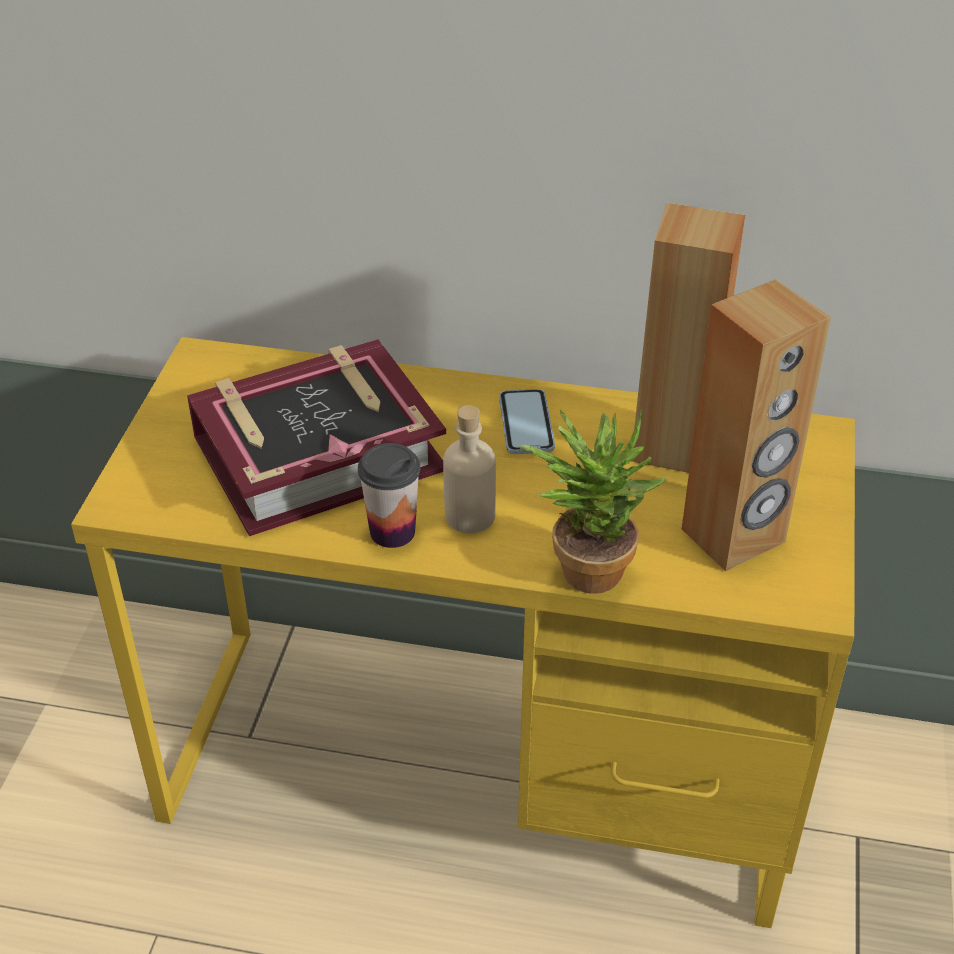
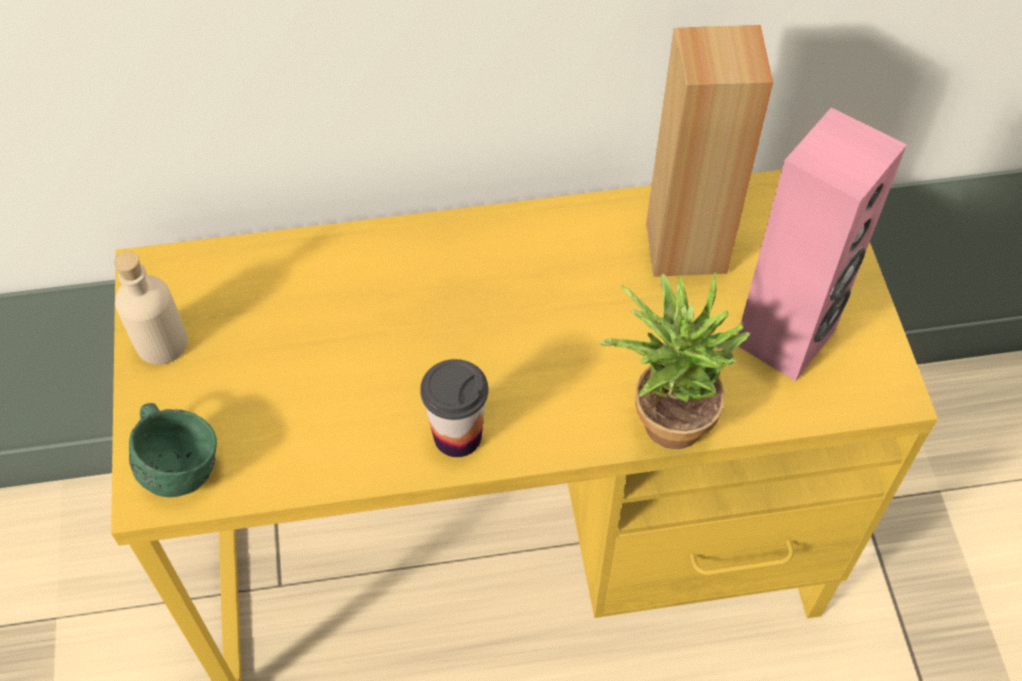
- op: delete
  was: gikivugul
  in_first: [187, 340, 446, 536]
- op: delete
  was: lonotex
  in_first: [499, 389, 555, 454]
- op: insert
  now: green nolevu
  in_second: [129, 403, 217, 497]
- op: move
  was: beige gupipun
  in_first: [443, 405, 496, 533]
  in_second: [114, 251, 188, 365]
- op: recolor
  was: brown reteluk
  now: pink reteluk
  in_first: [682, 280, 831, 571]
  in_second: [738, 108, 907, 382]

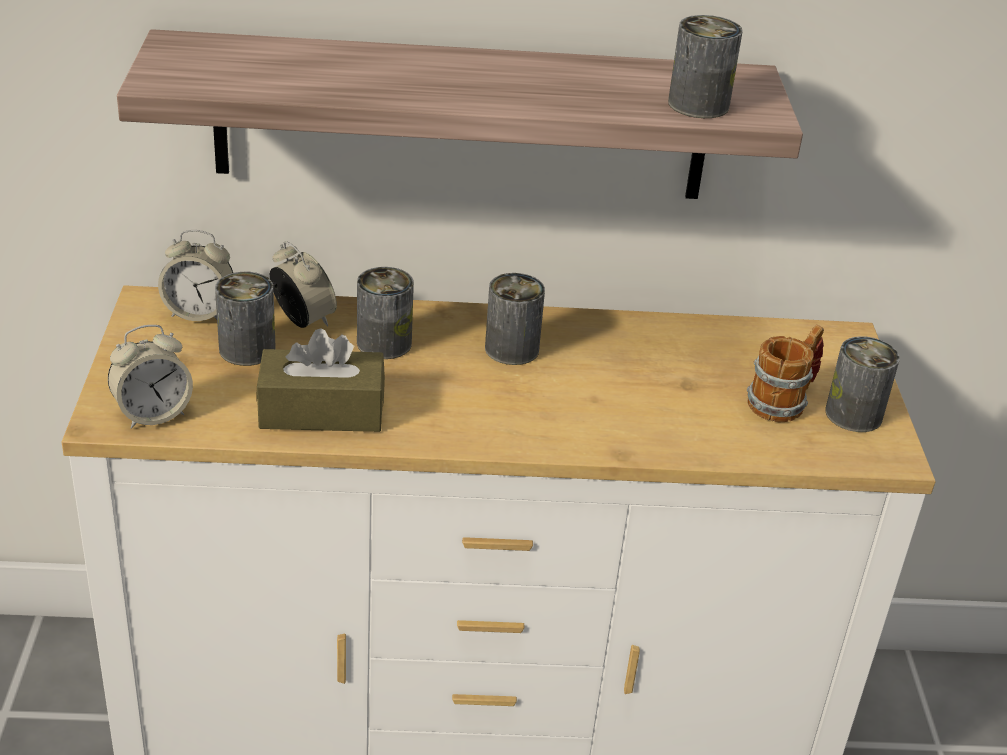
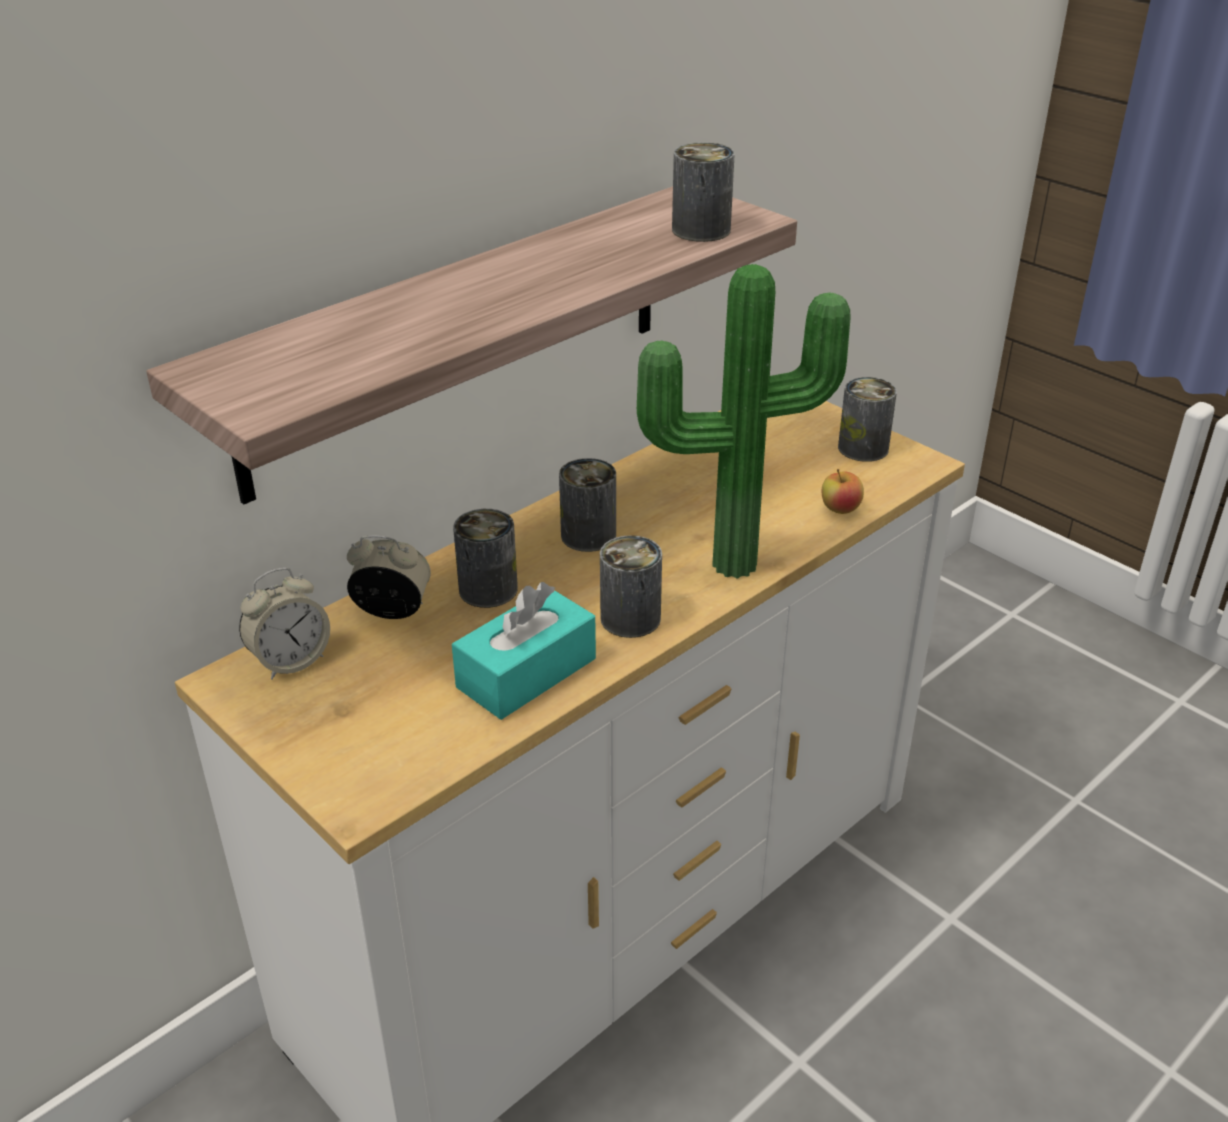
- op: delete
  was: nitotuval
  in_first: [108, 325, 193, 429]
- op: delete
  was: nolevu
  in_first: [747, 325, 824, 422]
- op: insert
  now: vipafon
  in_second: [637, 264, 850, 578]
- op: insert
  now: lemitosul
  in_second: [822, 469, 864, 514]
- op: move
  was: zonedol
  in_first: [215, 272, 276, 366]
  in_second: [600, 535, 662, 638]
- op: recolor
  was: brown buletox
  now: turquoise buletox
  in_first: [256, 328, 385, 432]
  in_second: [452, 582, 596, 720]

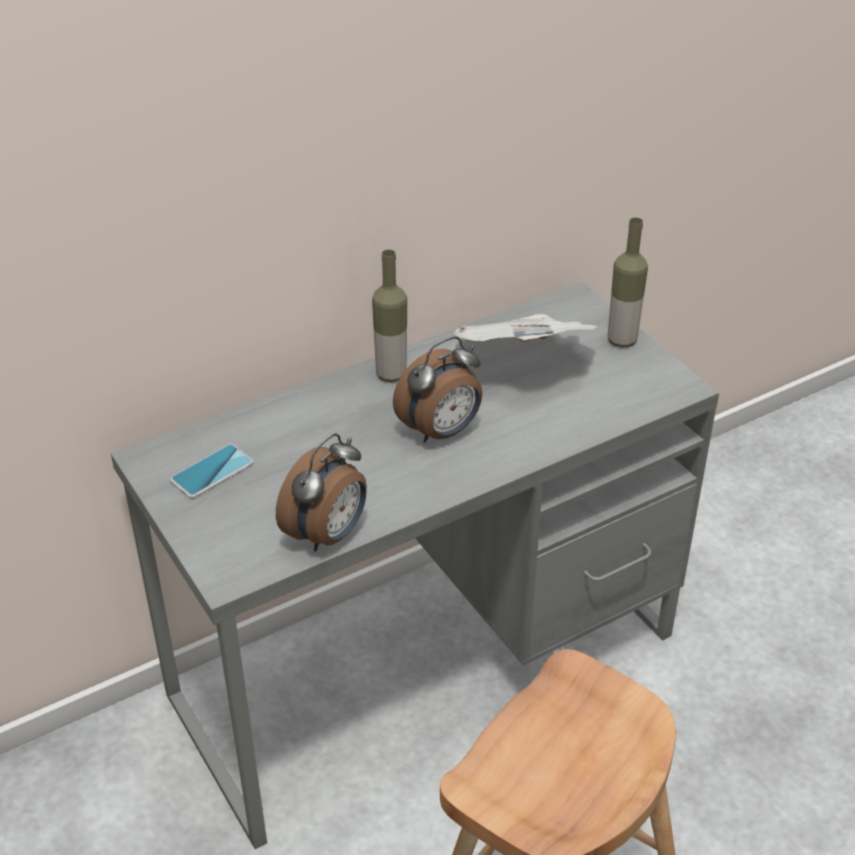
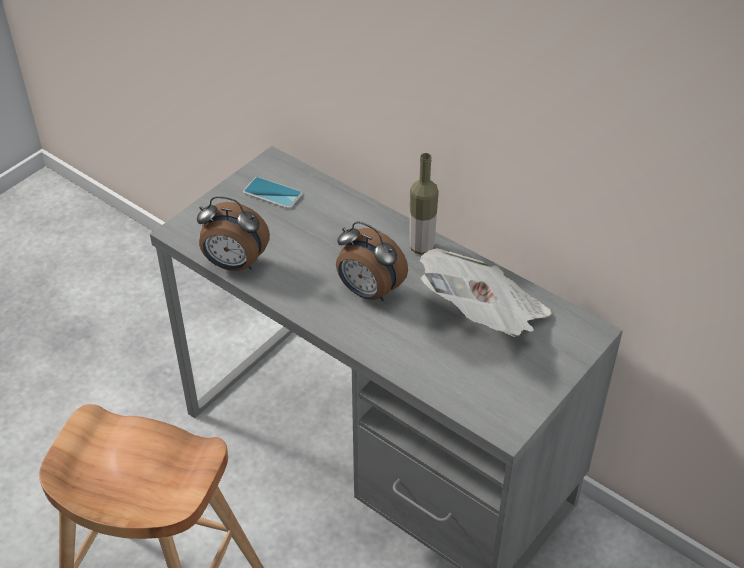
- op: delete
  was: gupipun
  in_first: [608, 217, 648, 348]

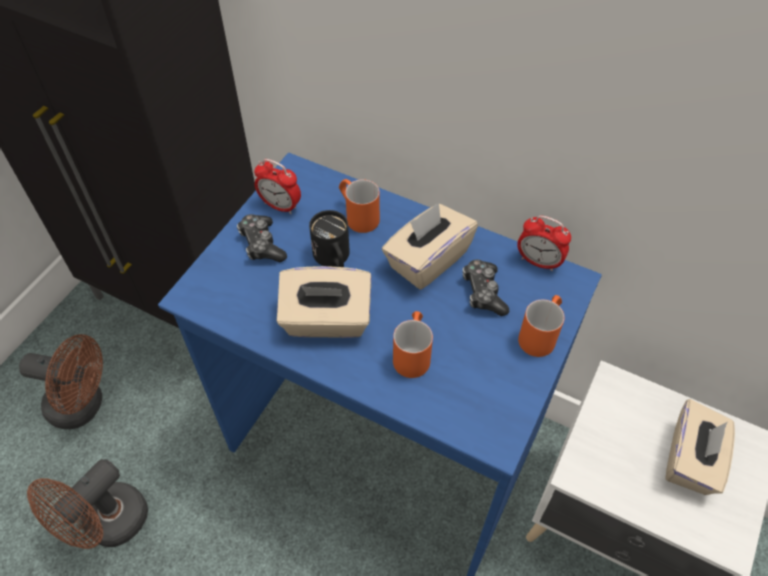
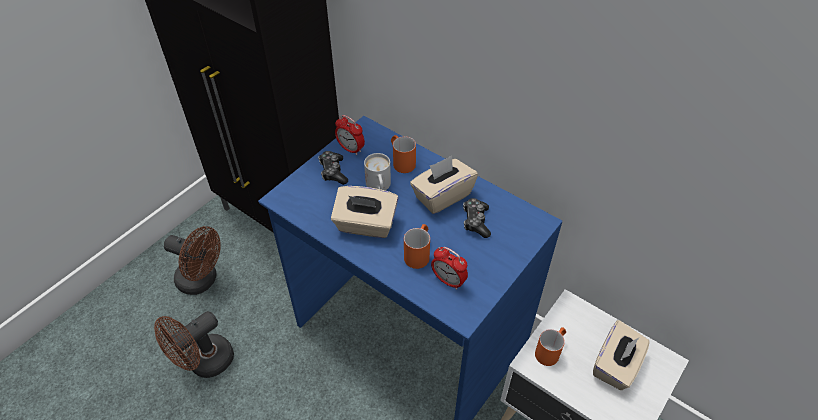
- op: move
  was: nitotuval
  in_first: [517, 215, 571, 271]
  in_second: [431, 247, 468, 290]
- op: move
  was: orange nolevu
  in_first: [518, 295, 565, 357]
  in_second: [535, 327, 566, 366]
- op: recolor
  was: black nolevu
  now: white nolevu
  in_first: [309, 210, 350, 267]
  in_second: [364, 153, 391, 190]

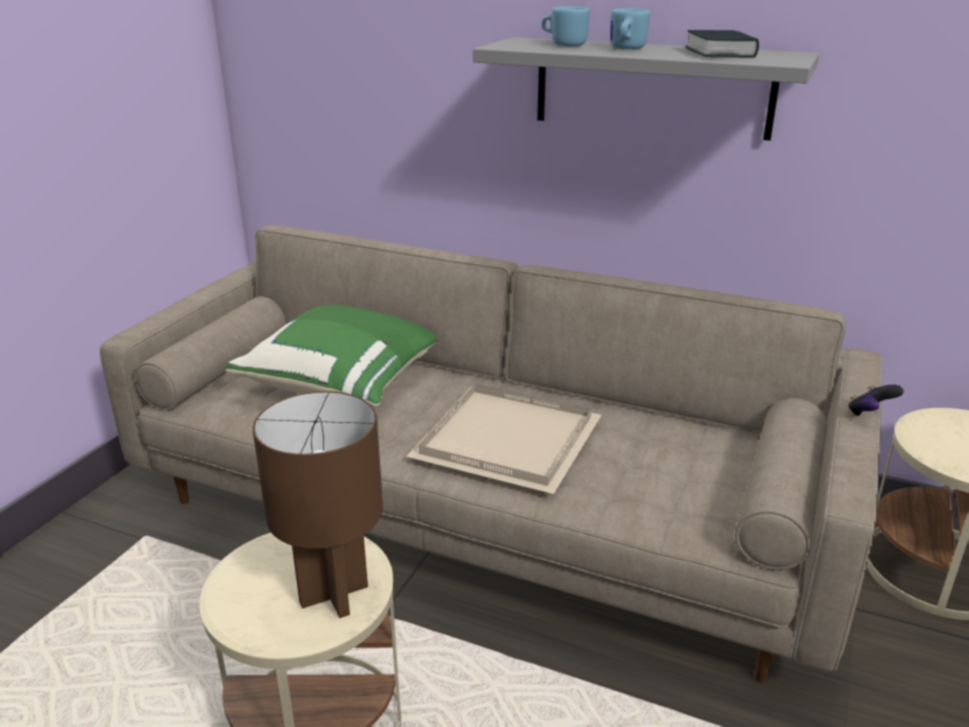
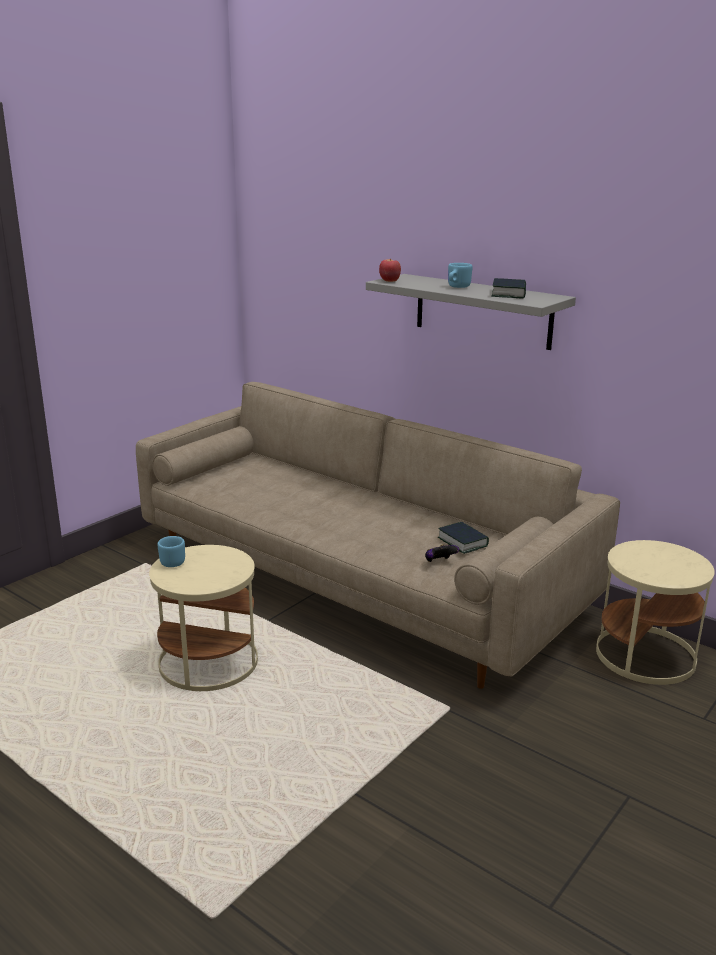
- op: delete
  was: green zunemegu
  in_first: [225, 305, 437, 407]
- op: delete
  was: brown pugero
  in_first: [253, 391, 383, 618]
- op: delete
  was: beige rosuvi
  in_first: [406, 384, 602, 494]
- op: insert
  now: lemitosul
  in_second: [379, 259, 401, 282]
- op: insert
  now: gikivugul
  in_second: [438, 522, 489, 554]
- op: move
  was: blue nolevu
  in_first: [542, 7, 590, 46]
  in_second: [157, 536, 185, 567]
- op: move
  was: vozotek
  in_first: [848, 385, 904, 416]
  in_second: [425, 544, 459, 562]

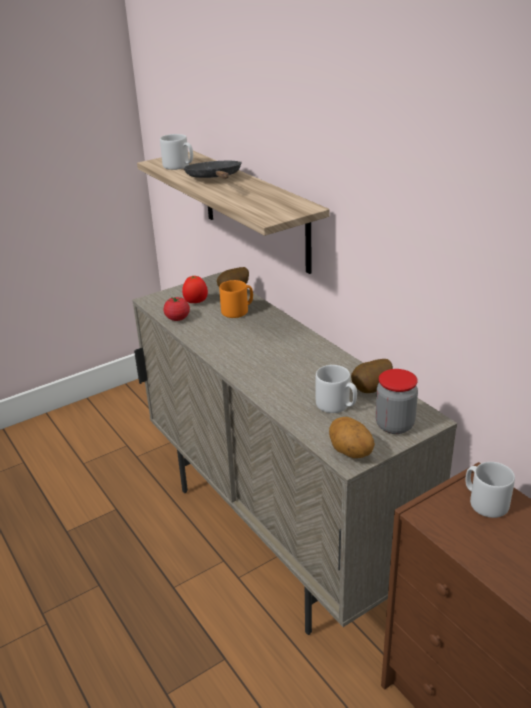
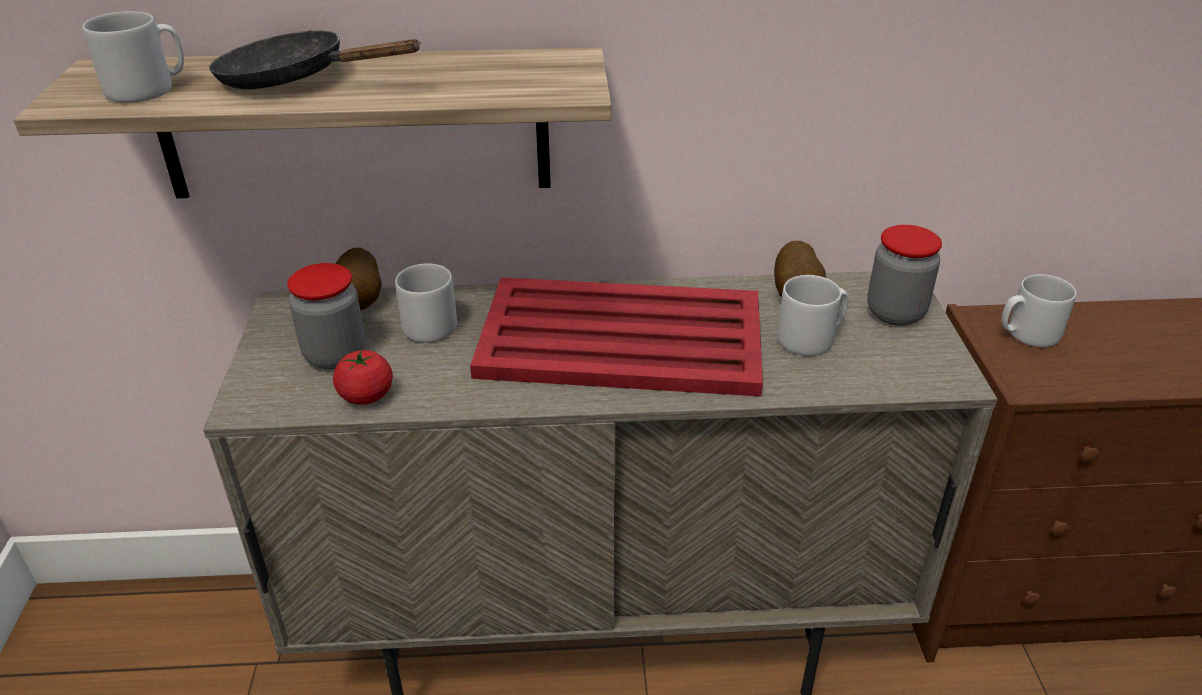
- op: delete
  was: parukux
  in_first: [329, 417, 375, 458]
- op: insert
  now: red rosuvi
  in_second: [470, 277, 763, 397]
- op: replace
  was: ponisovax
  now: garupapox
  in_first: [182, 275, 208, 303]
  in_second: [287, 263, 365, 370]
- op: recolor
  was: orange nolevu
  now: grey nolevu
  in_first: [219, 280, 253, 318]
  in_second: [395, 263, 457, 343]

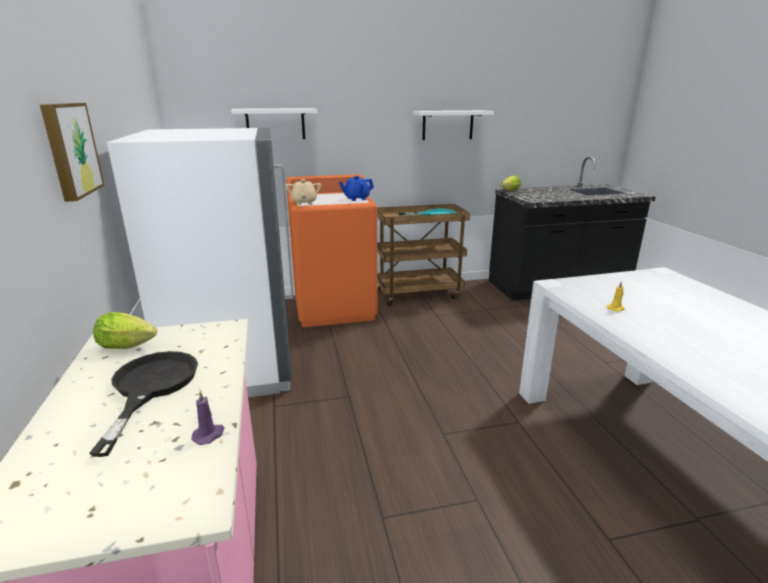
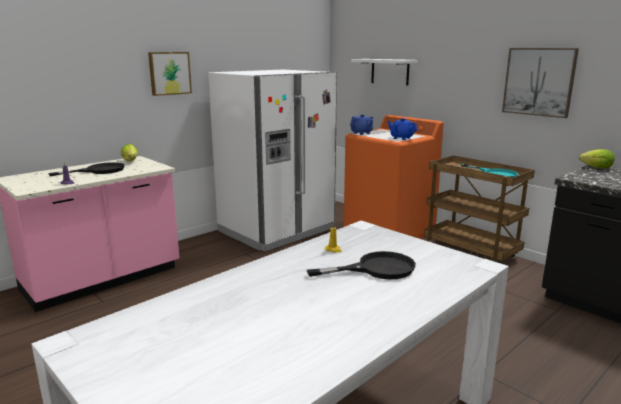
- op: insert
  now: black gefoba
  in_second: [307, 251, 416, 279]
- op: replace
  was: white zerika
  now: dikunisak
  in_first: [413, 110, 494, 140]
  in_second: [502, 48, 579, 118]
- op: recolor
  was: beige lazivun
  now: blue lazivun
  in_first: [285, 179, 321, 205]
  in_second: [350, 114, 373, 135]

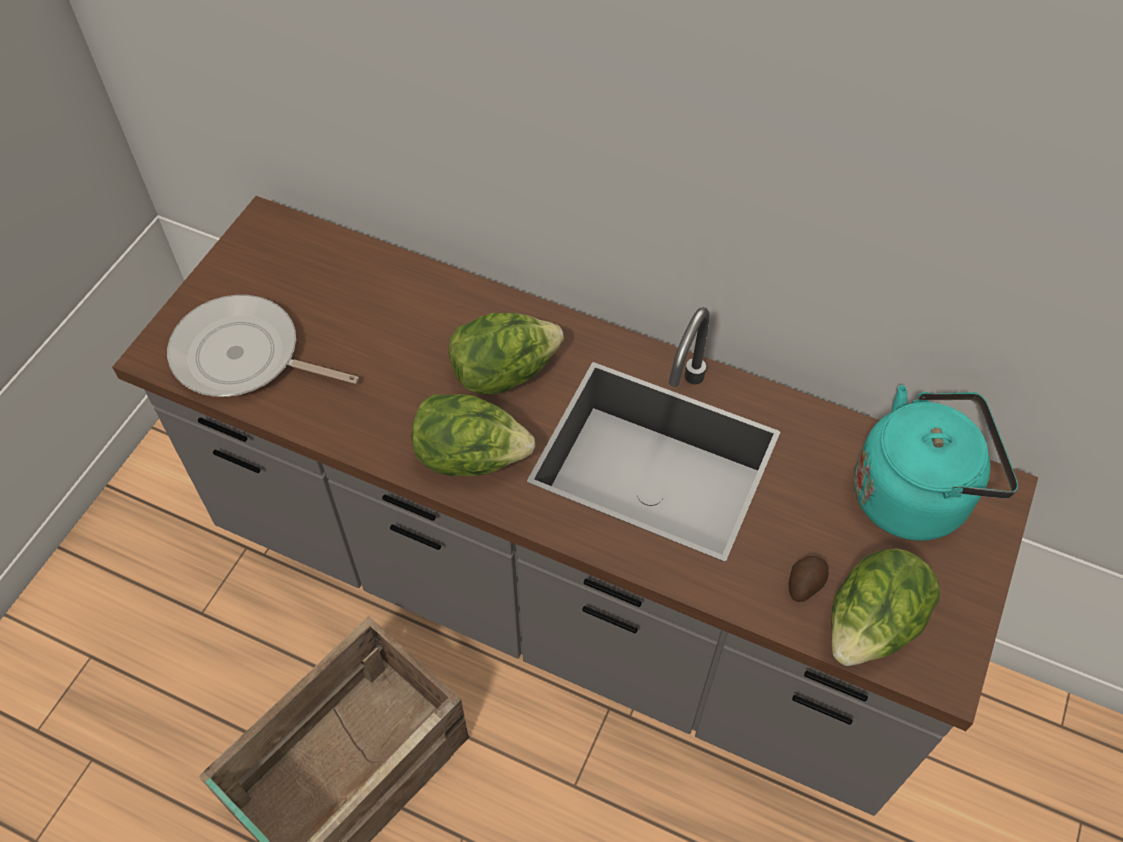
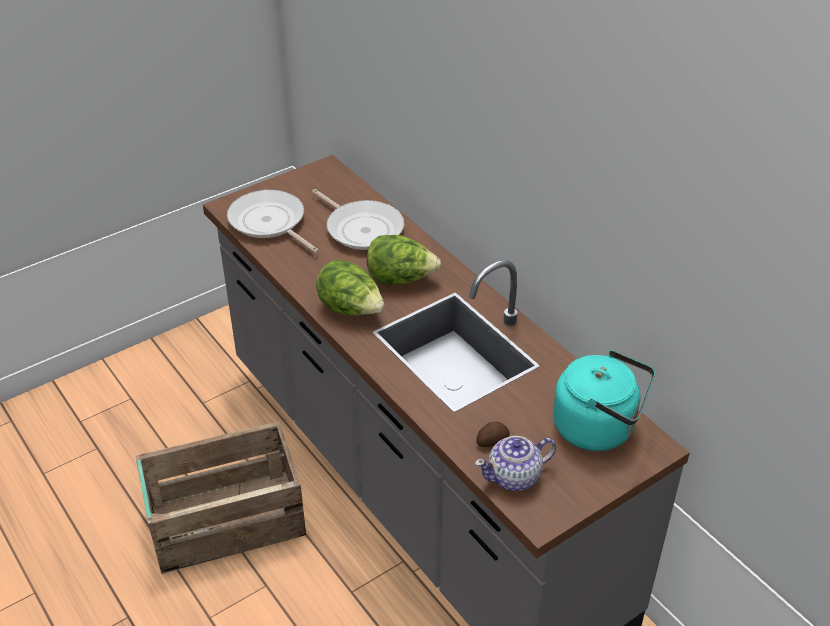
- op: insert
  now: gefoba
  in_second: [312, 189, 404, 250]
- op: replace
  was: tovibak
  now: lazivun
  in_first: [831, 548, 940, 666]
  in_second: [475, 436, 556, 491]

